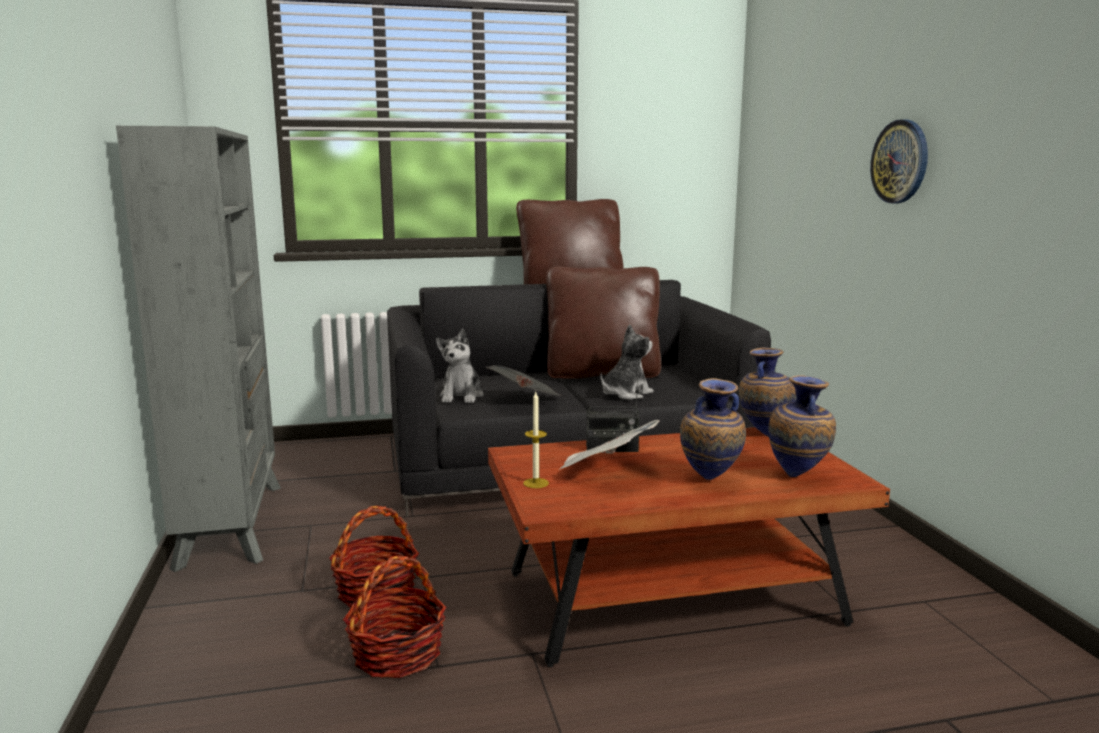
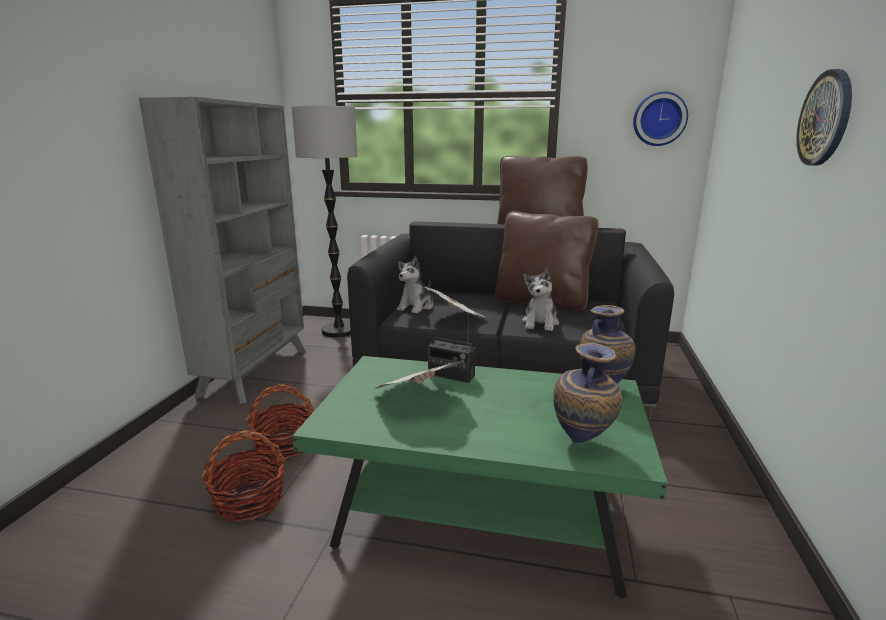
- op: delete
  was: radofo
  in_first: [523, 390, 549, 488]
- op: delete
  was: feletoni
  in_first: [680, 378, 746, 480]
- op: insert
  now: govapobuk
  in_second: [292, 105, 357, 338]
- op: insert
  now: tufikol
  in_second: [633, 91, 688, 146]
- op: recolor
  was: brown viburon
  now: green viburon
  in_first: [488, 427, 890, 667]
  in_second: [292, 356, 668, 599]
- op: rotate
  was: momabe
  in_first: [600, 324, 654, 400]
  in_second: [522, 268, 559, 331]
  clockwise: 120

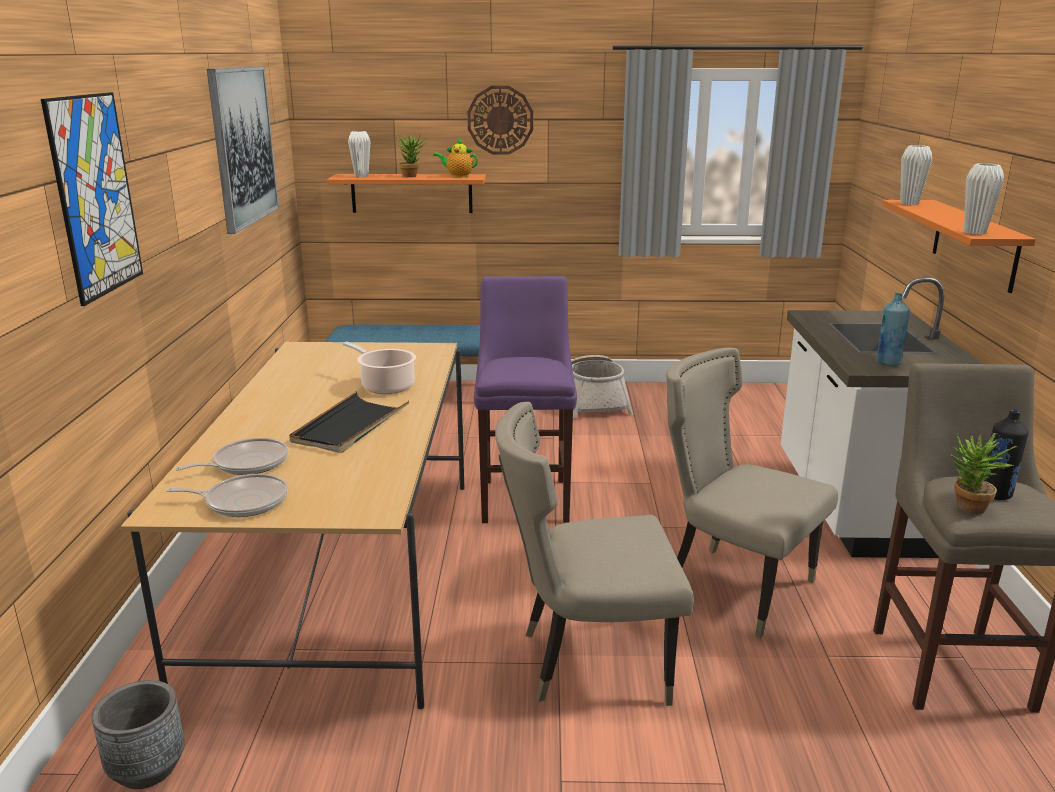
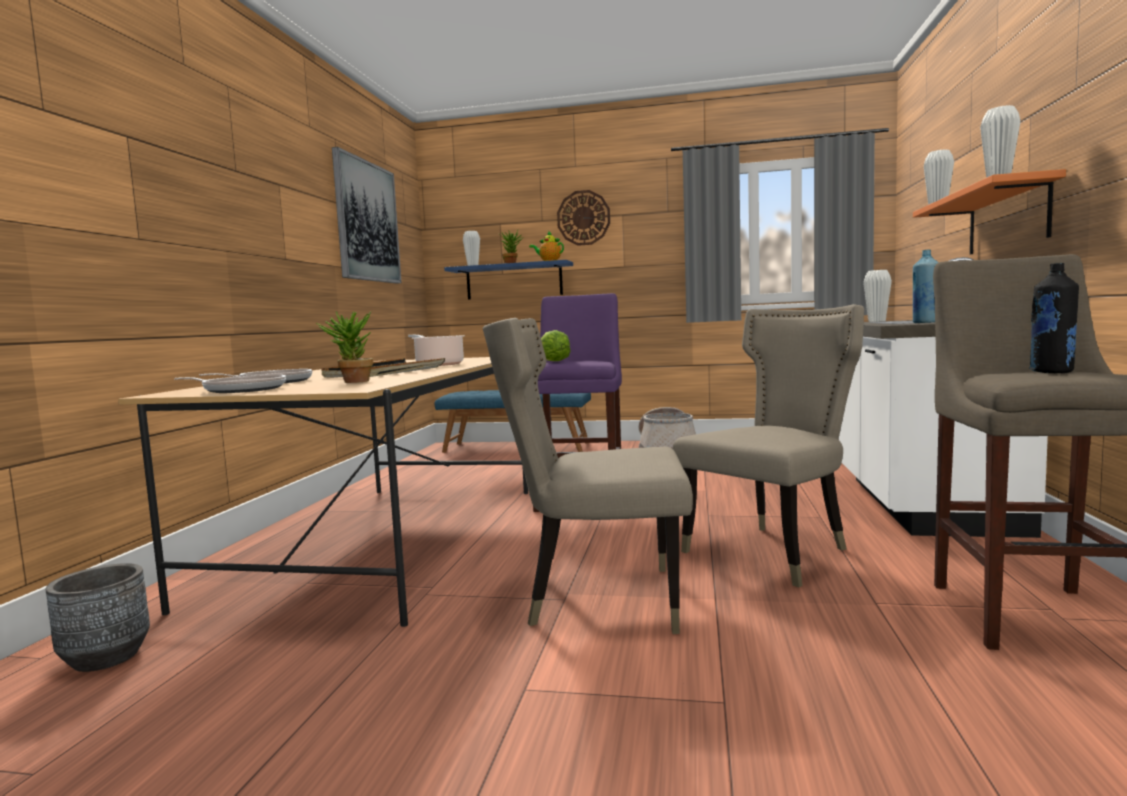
- op: delete
  was: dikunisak
  in_first: [41, 92, 143, 306]
- op: insert
  now: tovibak
  in_second: [541, 330, 571, 361]
- op: insert
  now: white feletoni
  in_second: [863, 270, 892, 322]
- op: move
  was: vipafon
  in_first: [951, 432, 1016, 514]
  in_second: [316, 311, 373, 383]
- op: recolor
  was: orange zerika
  now: blue zerika
  in_first: [327, 174, 486, 213]
  in_second: [444, 260, 573, 300]
- op: rotate
  was: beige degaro
  in_first: [666, 347, 838, 638]
  in_second: [672, 304, 864, 587]
  clockwise: 90

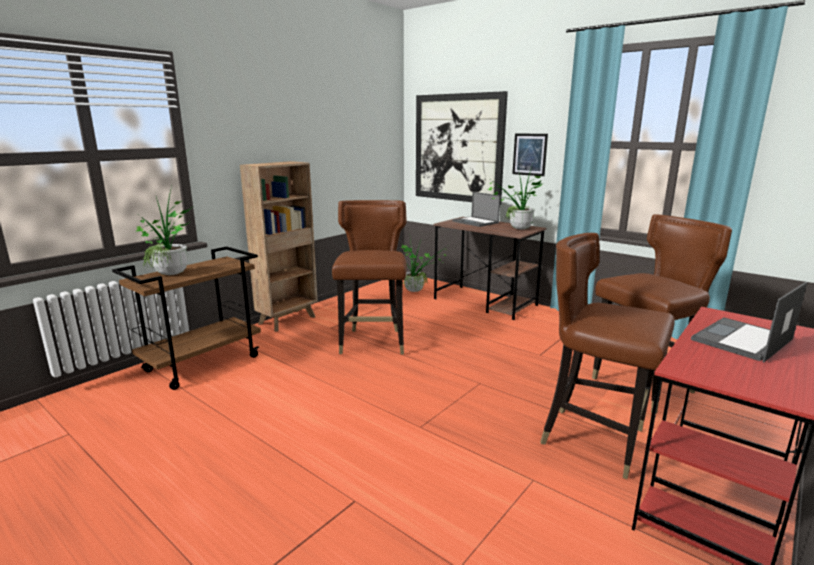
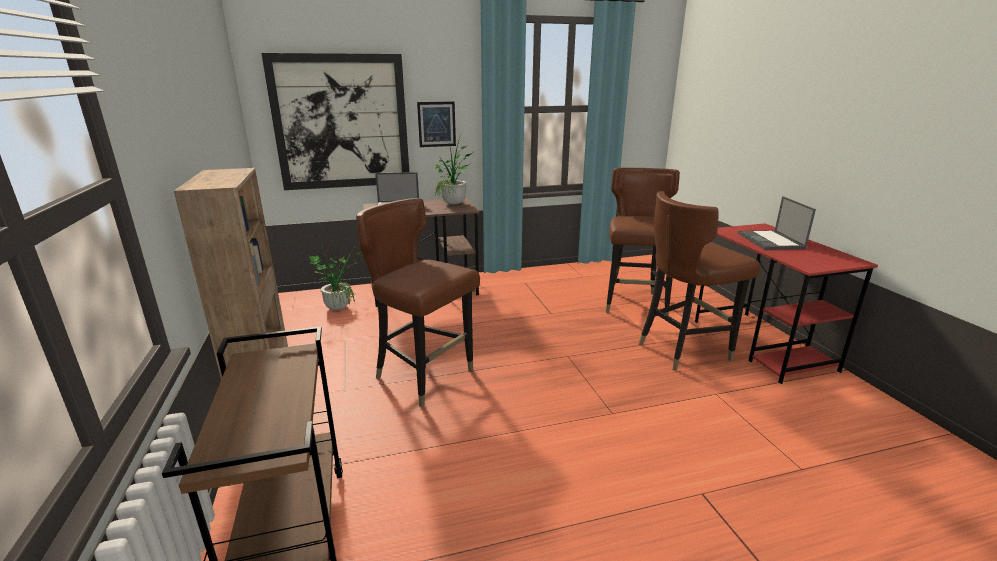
- op: delete
  was: vipafon
  in_first: [135, 186, 192, 275]

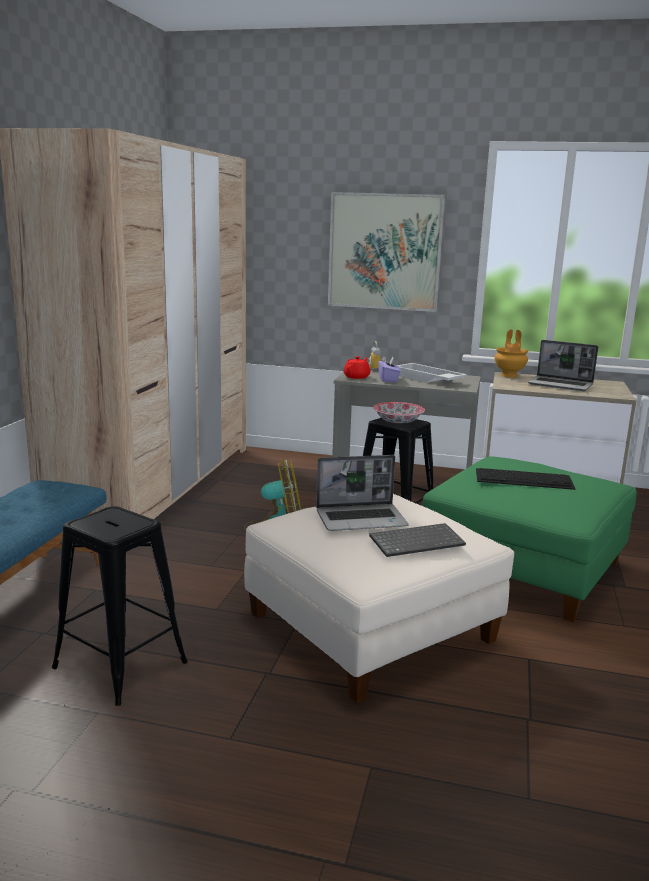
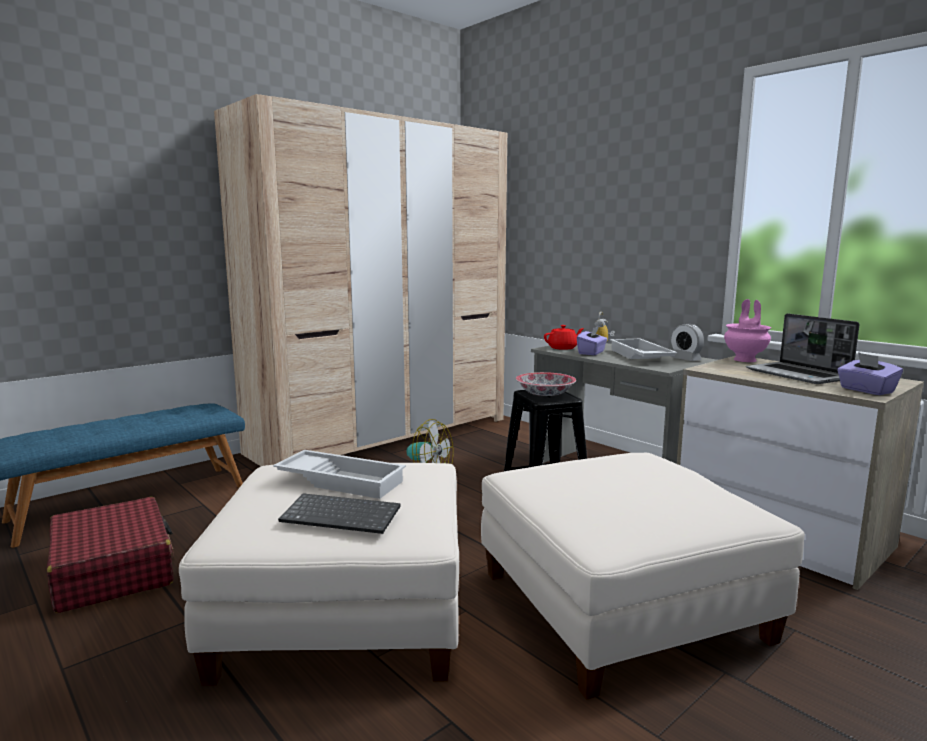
- op: delete
  was: dikunisak
  in_first: [328, 192, 445, 312]
- op: delete
  was: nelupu
  in_first: [476, 468, 575, 490]
- op: insert
  now: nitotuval
  in_second: [671, 323, 704, 361]
- op: insert
  now: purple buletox
  in_second: [837, 352, 903, 395]
- op: replace
  was: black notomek
  now: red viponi
  in_first: [52, 506, 188, 706]
  in_second: [47, 497, 174, 613]
- op: replace
  was: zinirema
  now: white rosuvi
  in_first: [316, 455, 409, 531]
  in_second: [273, 450, 406, 499]
- op: recolor
  was: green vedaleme
  now: white vedaleme
  in_first: [423, 457, 637, 622]
  in_second: [481, 453, 805, 700]
- op: recolor
  was: brown feletoni
  now: pink feletoni
  in_first: [495, 329, 529, 378]
  in_second: [724, 299, 771, 362]

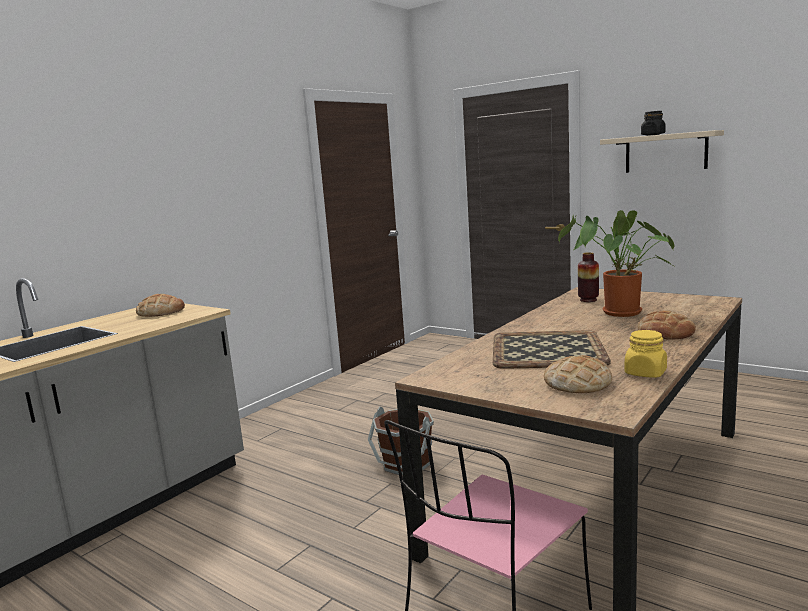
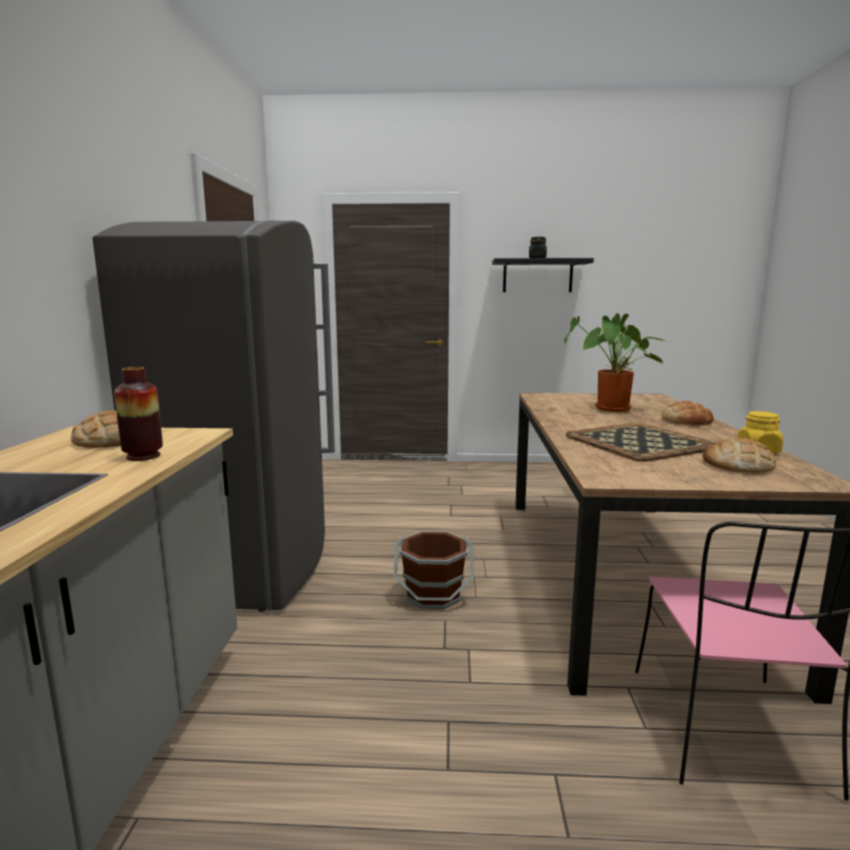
- op: insert
  now: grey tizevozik
  in_second: [93, 220, 335, 612]
- op: move
  was: feletoni
  in_first: [578, 252, 599, 302]
  in_second: [114, 367, 163, 461]
- op: recolor
  was: beige zerika
  now: black zerika
  in_first: [600, 130, 724, 173]
  in_second: [492, 258, 594, 292]

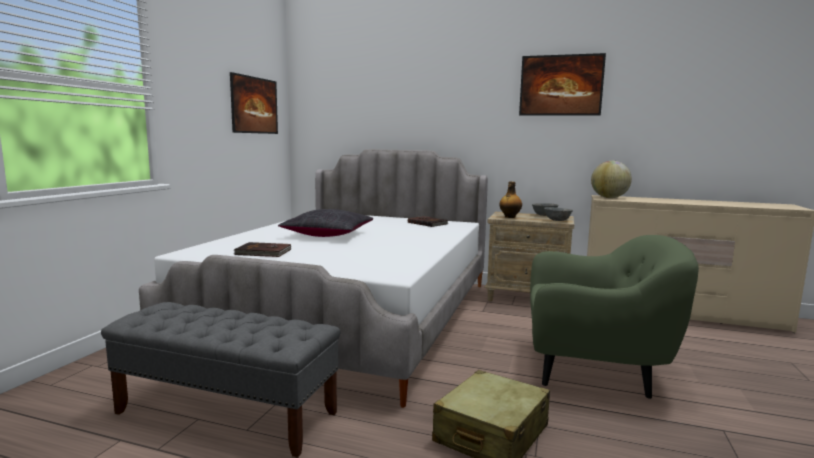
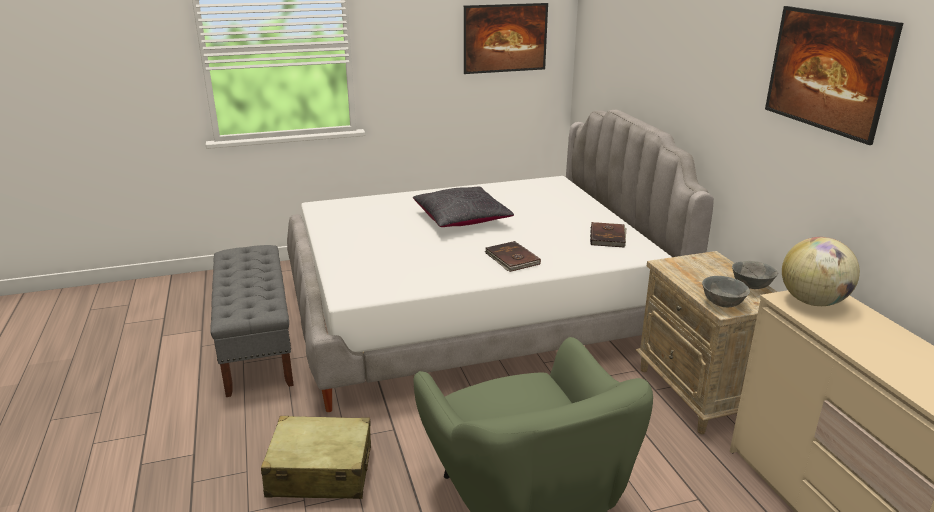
- op: delete
  was: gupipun
  in_first: [499, 181, 522, 218]
- op: move
  was: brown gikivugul
  in_first: [234, 242, 291, 257]
  in_second: [485, 241, 541, 272]

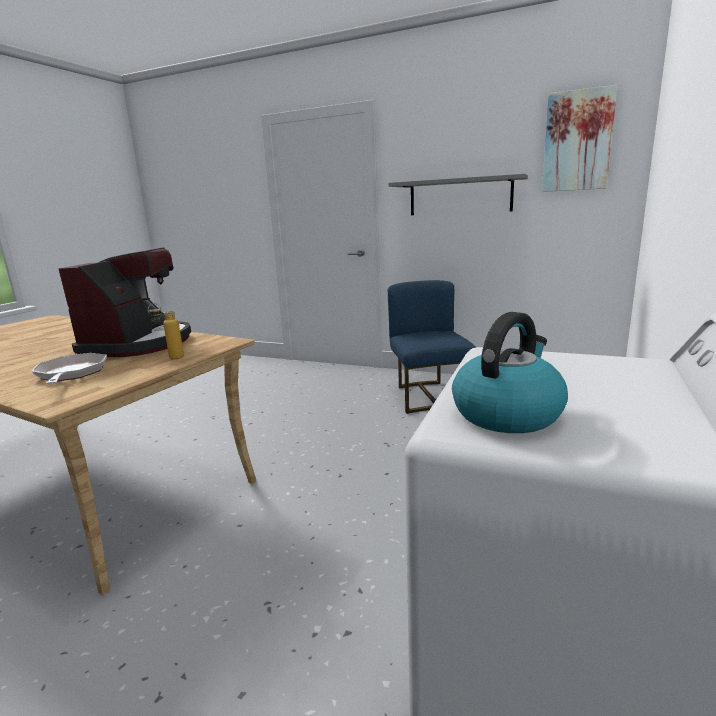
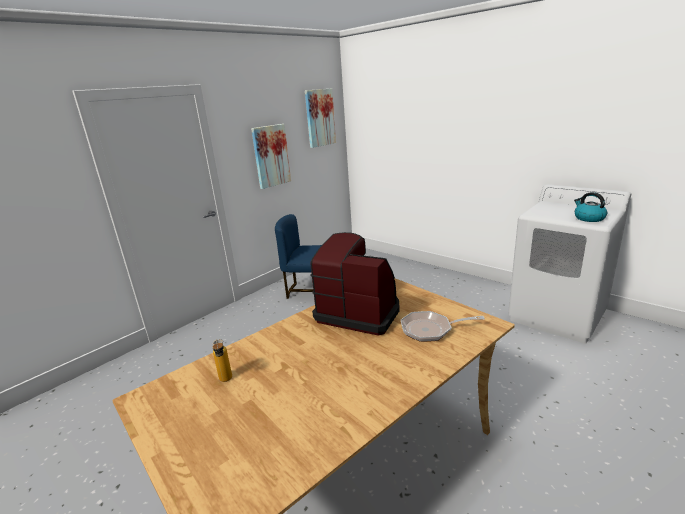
- op: move
  was: gupipun
  in_first: [148, 303, 184, 359]
  in_second: [213, 339, 232, 382]
- op: replace
  was: grey zerika
  now: dikunisak
  in_first: [389, 174, 528, 215]
  in_second: [251, 124, 291, 189]

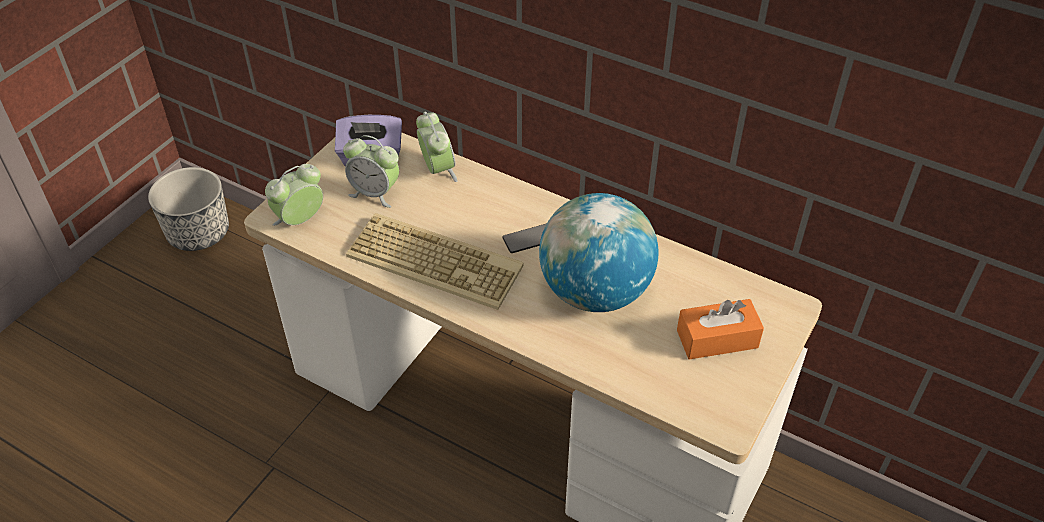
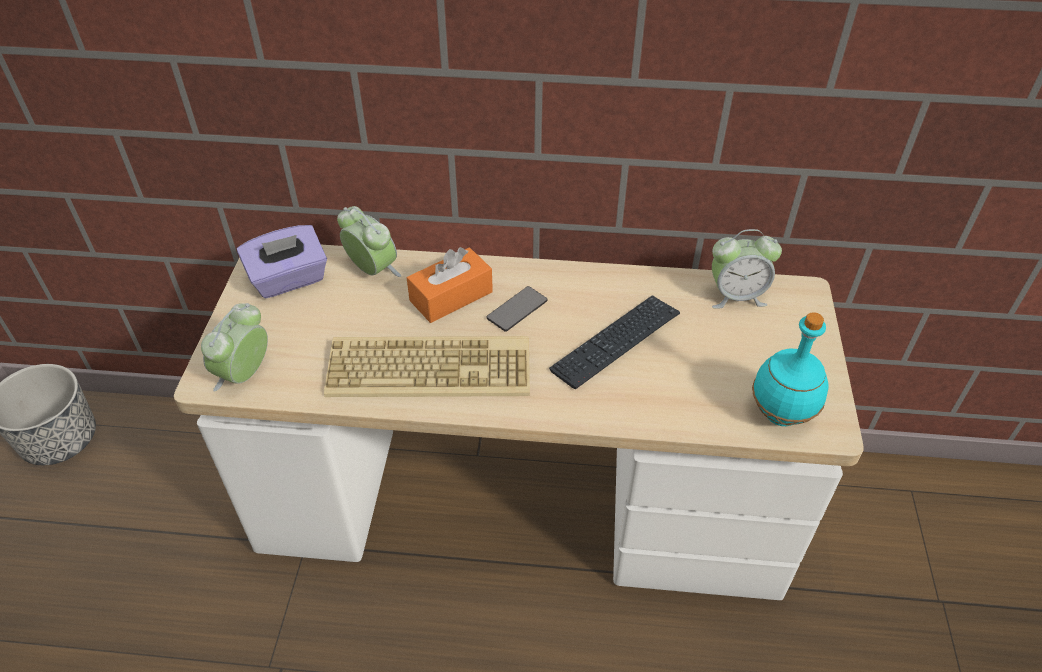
- op: insert
  now: turquoise gupipun
  in_second: [752, 312, 829, 426]
- op: move
  was: nitotuval
  in_first: [343, 135, 399, 208]
  in_second: [712, 229, 782, 309]
- op: move
  was: orange buletox
  in_first: [677, 299, 764, 360]
  in_second: [407, 247, 493, 323]
- op: replace
  was: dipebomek
  now: nelupu
  in_first: [539, 193, 658, 312]
  in_second: [549, 295, 680, 389]

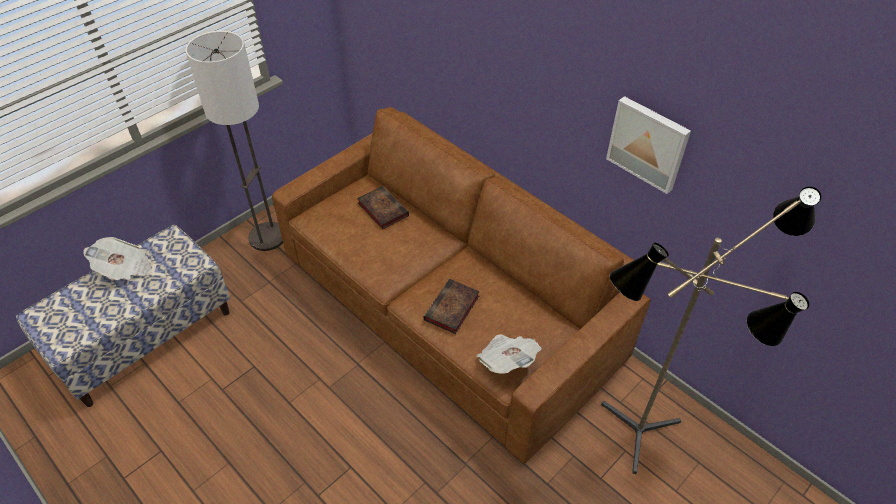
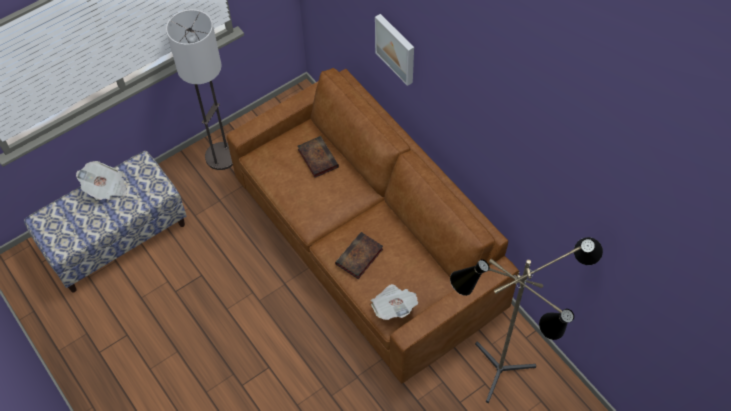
- op: move
  was: dikunisak
  in_first: [606, 96, 691, 194]
  in_second: [375, 14, 414, 86]

